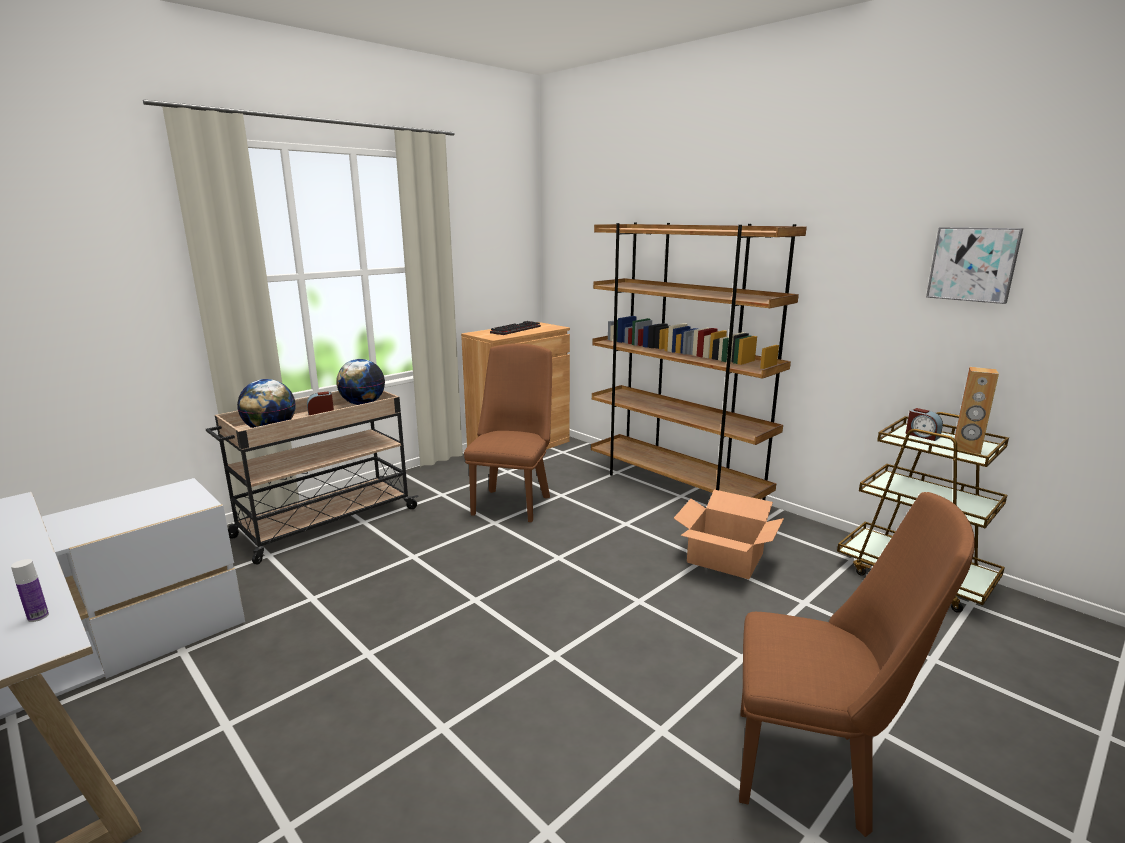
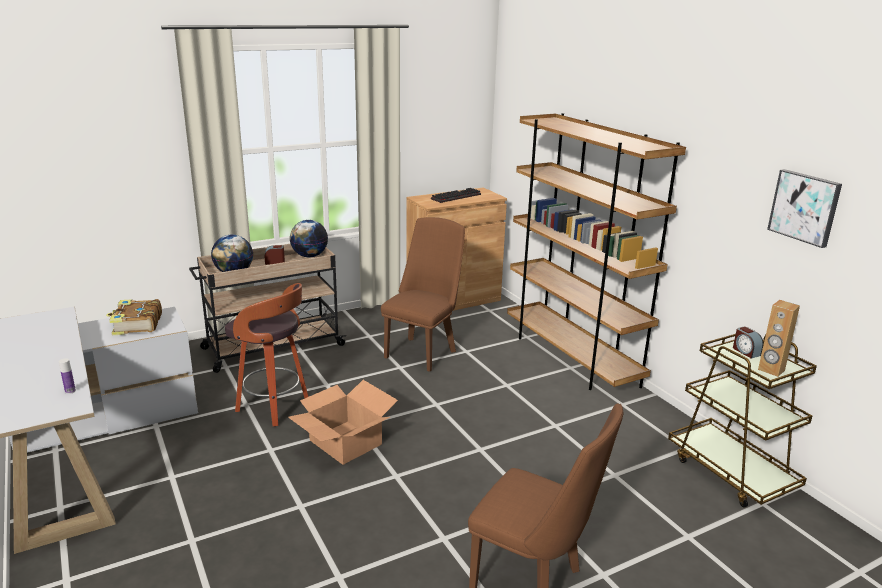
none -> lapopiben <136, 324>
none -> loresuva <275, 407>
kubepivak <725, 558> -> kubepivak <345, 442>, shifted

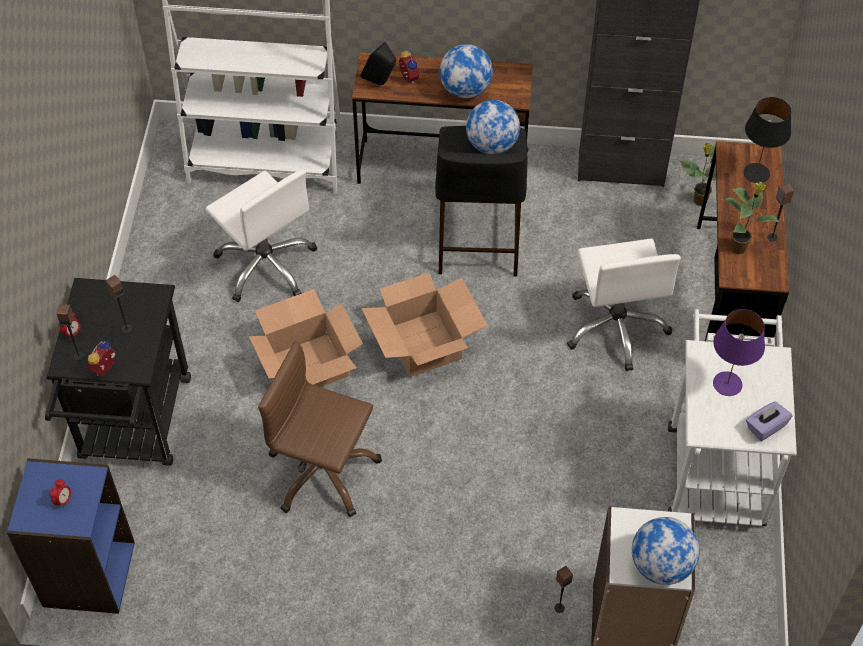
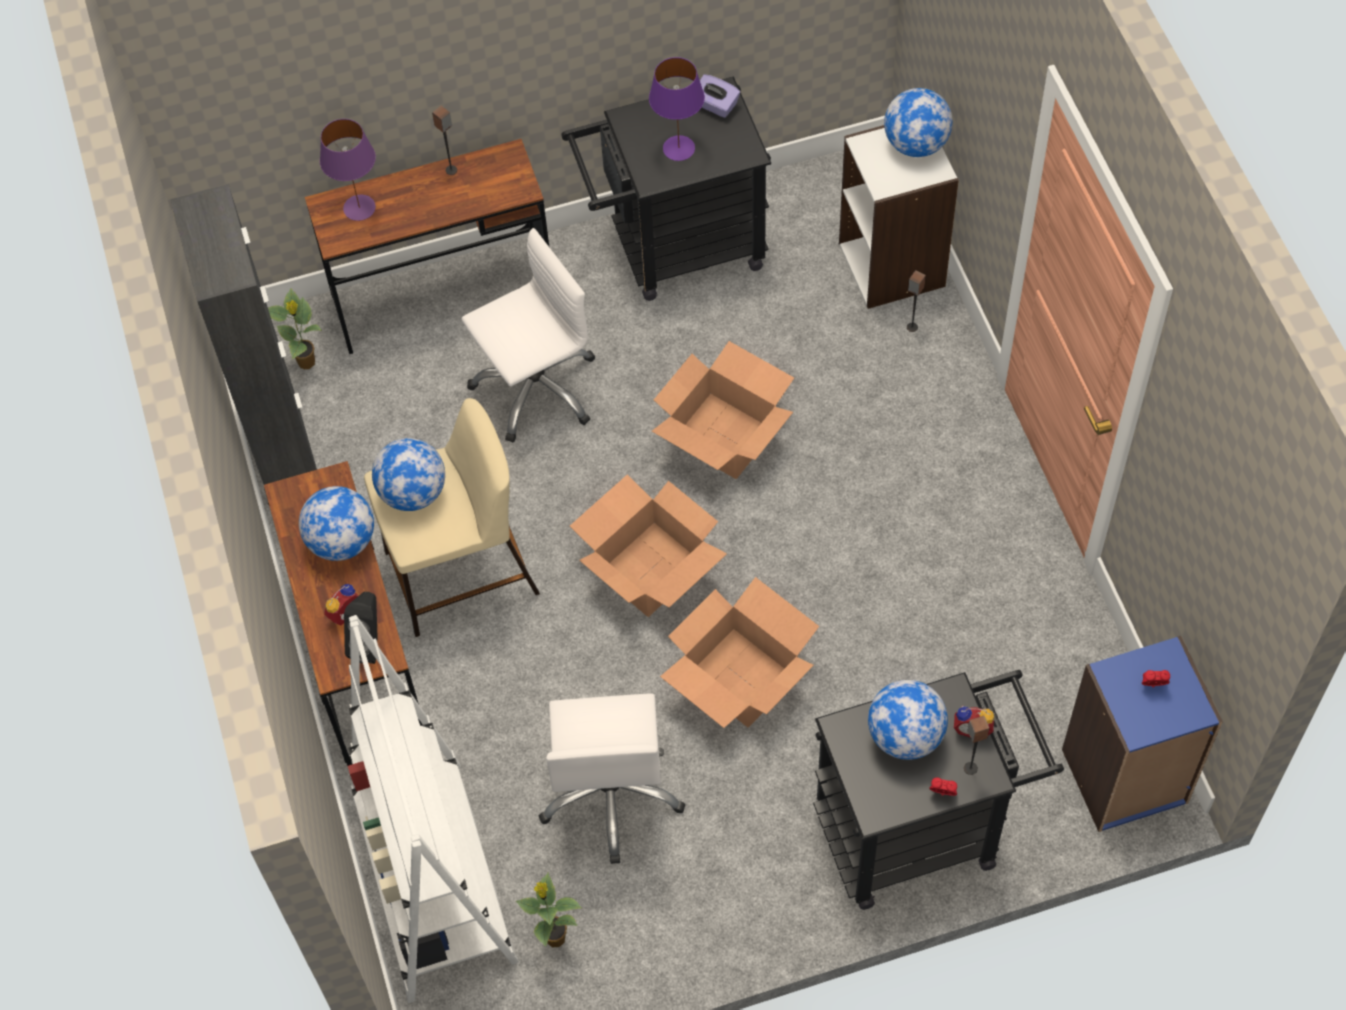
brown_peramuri <322, 472> -> none
none -> kubepivak <723, 435>
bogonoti <739, 247> -> bogonoti <554, 936>, shifted
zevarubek <126, 328> -> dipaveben <905, 736>
black_loresuva <478, 235> -> beige_loresuva <459, 574>
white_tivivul <715, 463> -> black_tivivul <674, 248>
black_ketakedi <757, 173> -> purple_ketakedi <359, 207>
white_peramuri <266, 264> -> white_peramuri <612, 794>, 150 degrees clockwise

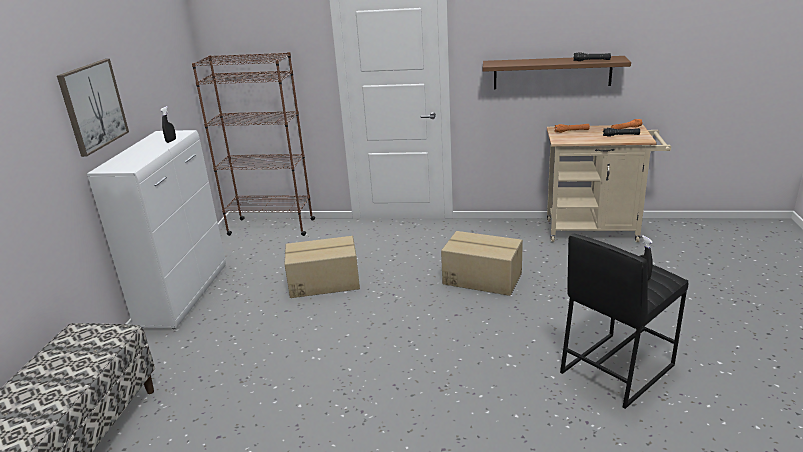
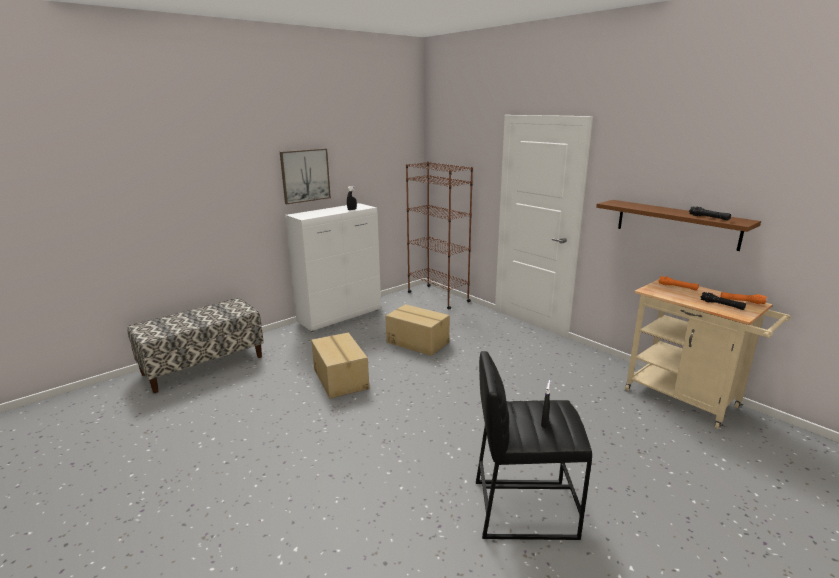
kubepivak <482, 278> -> kubepivak <341, 378>, shifted

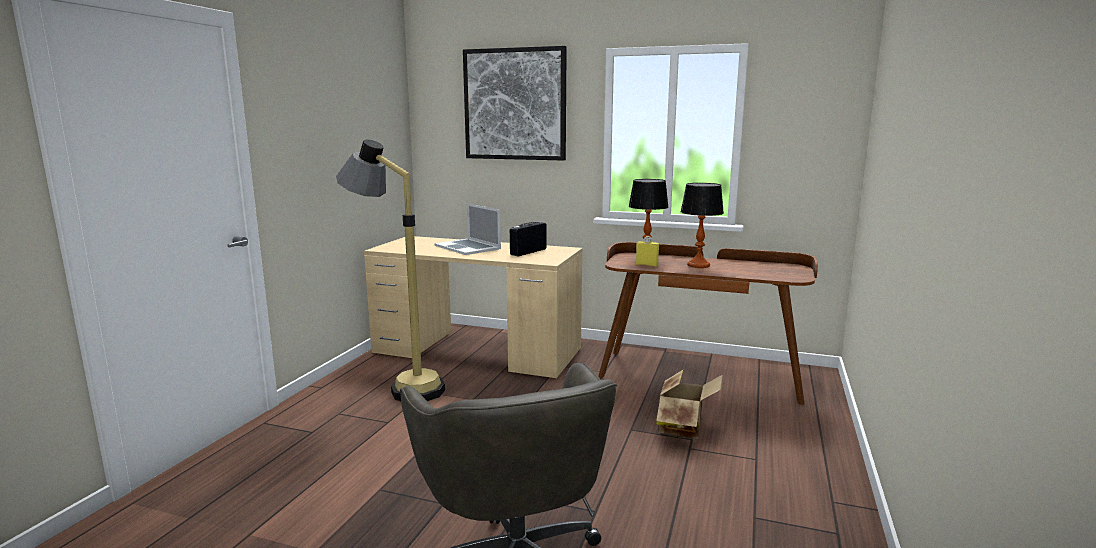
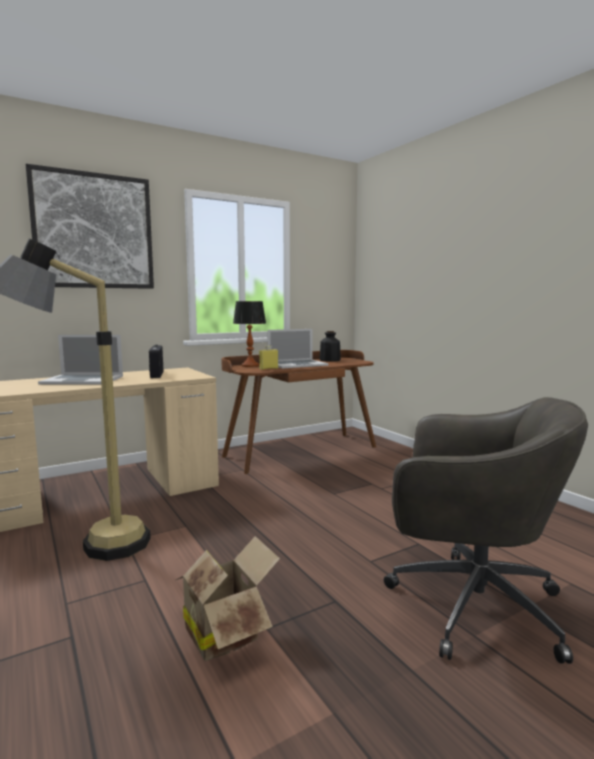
none -> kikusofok <329, 360>
kubepivak <684, 428> -> kubepivak <225, 632>, shifted
ketakedi <699, 265> -> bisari <297, 364>

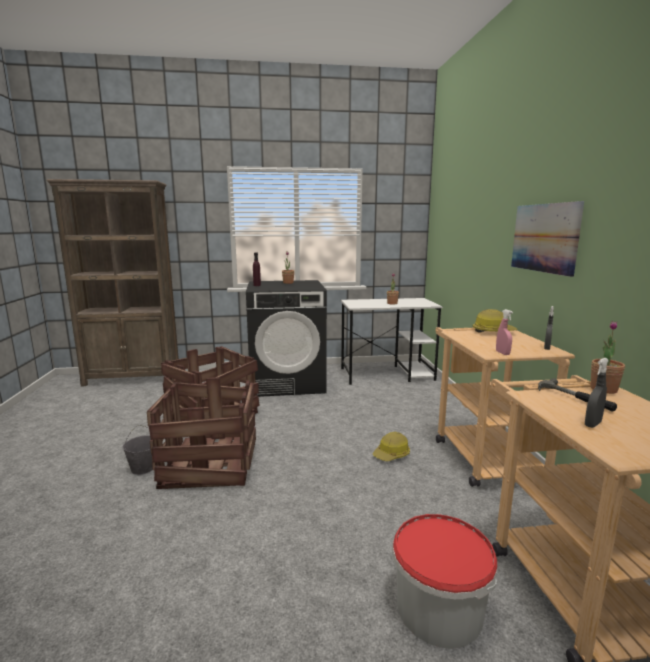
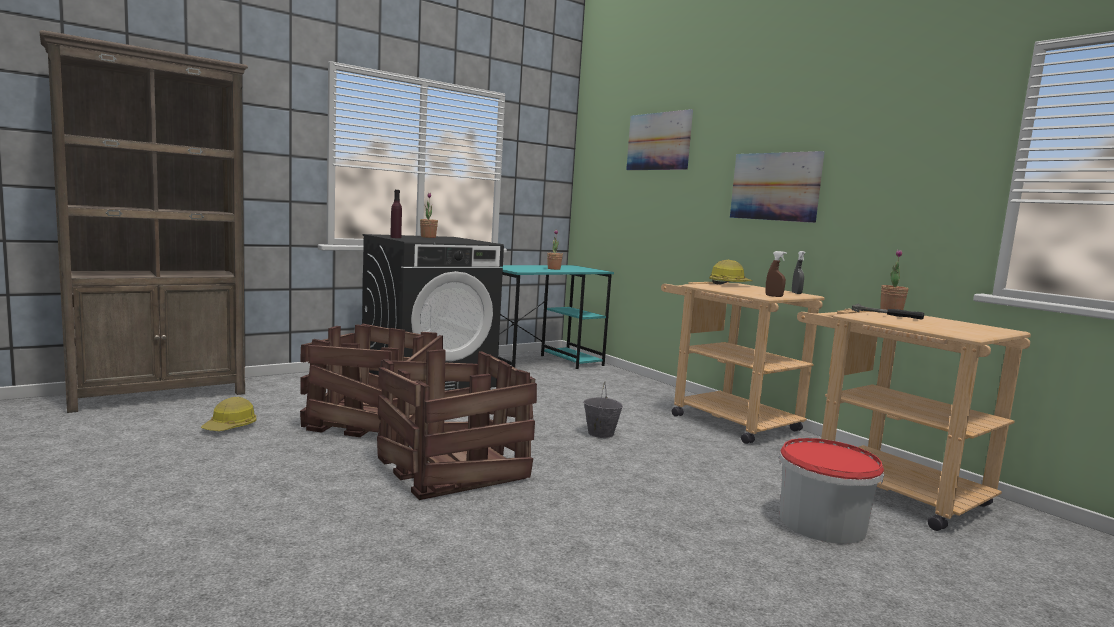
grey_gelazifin <592, 424> -> none
none -> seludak <658, 141>
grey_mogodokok <142, 468> -> grey_mogodokok <600, 434>, shifted
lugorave <392, 454> -> lugorave <231, 427>, shifted
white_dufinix <387, 374> -> turquoise_dufinix <543, 363>
pink_gelazifin <502, 353> -> brown_gelazifin <774, 296>

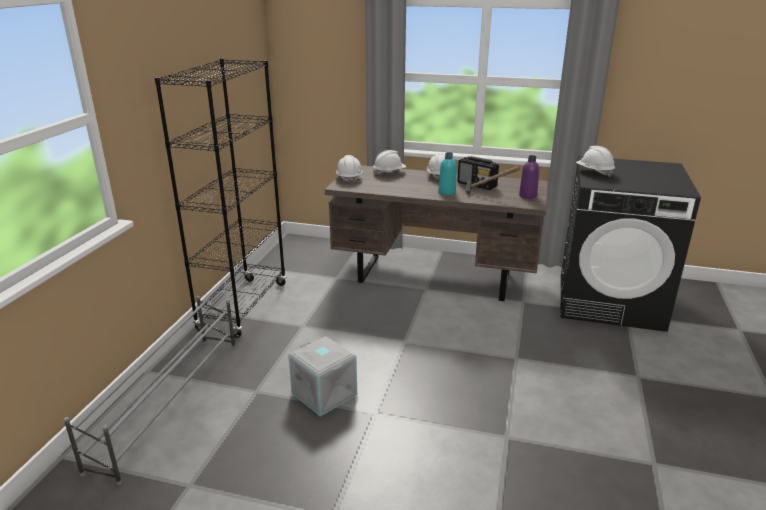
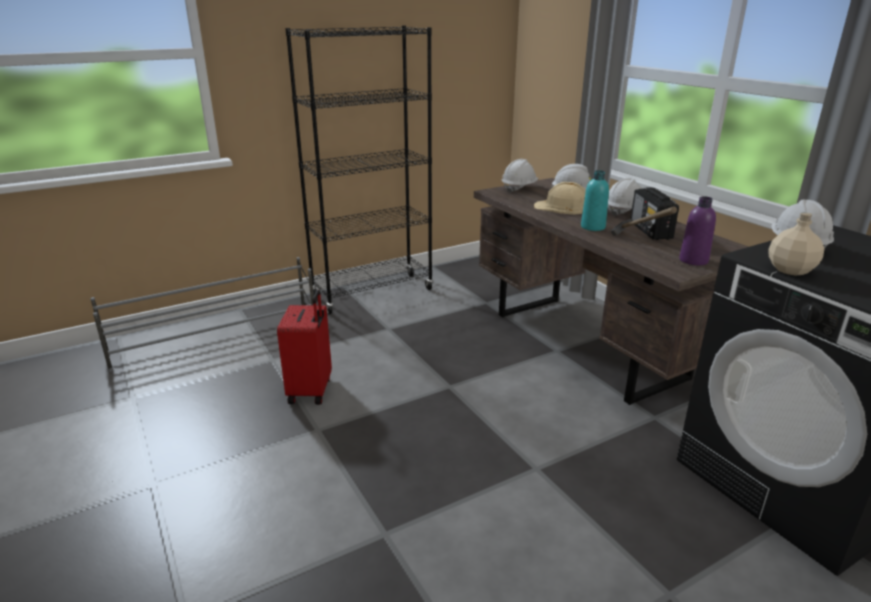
none -> beige_lugorave <563, 207>
none -> beige_kikusofok <790, 270>
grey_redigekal <325, 393> -> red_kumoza <311, 390>

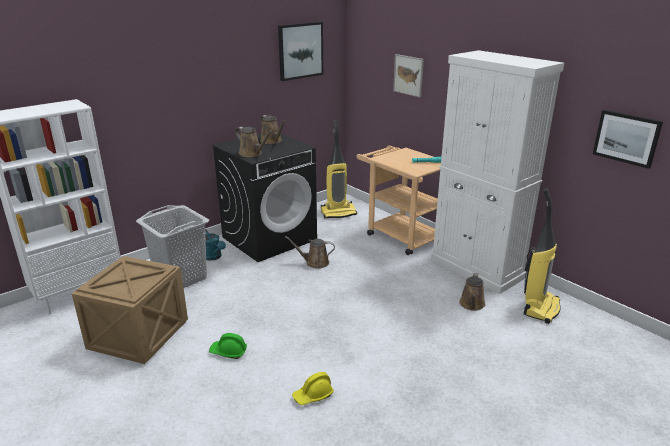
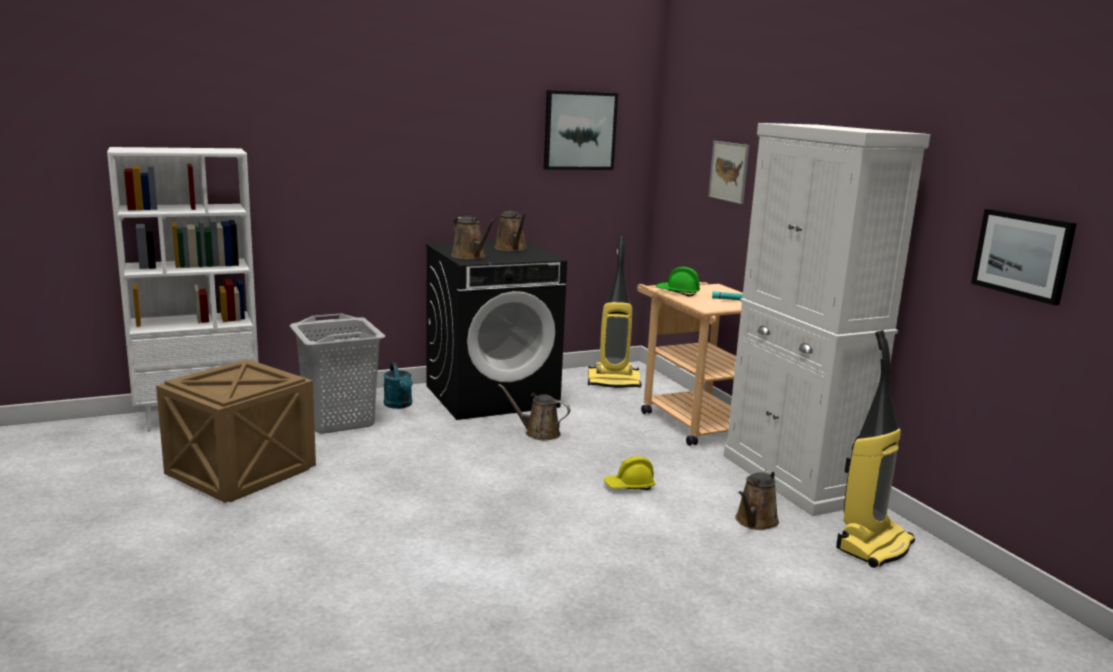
green_lugorave <228, 352> -> green_lugorave <677, 292>, shifted
yellow_lugorave <313, 395> -> yellow_lugorave <629, 486>, shifted

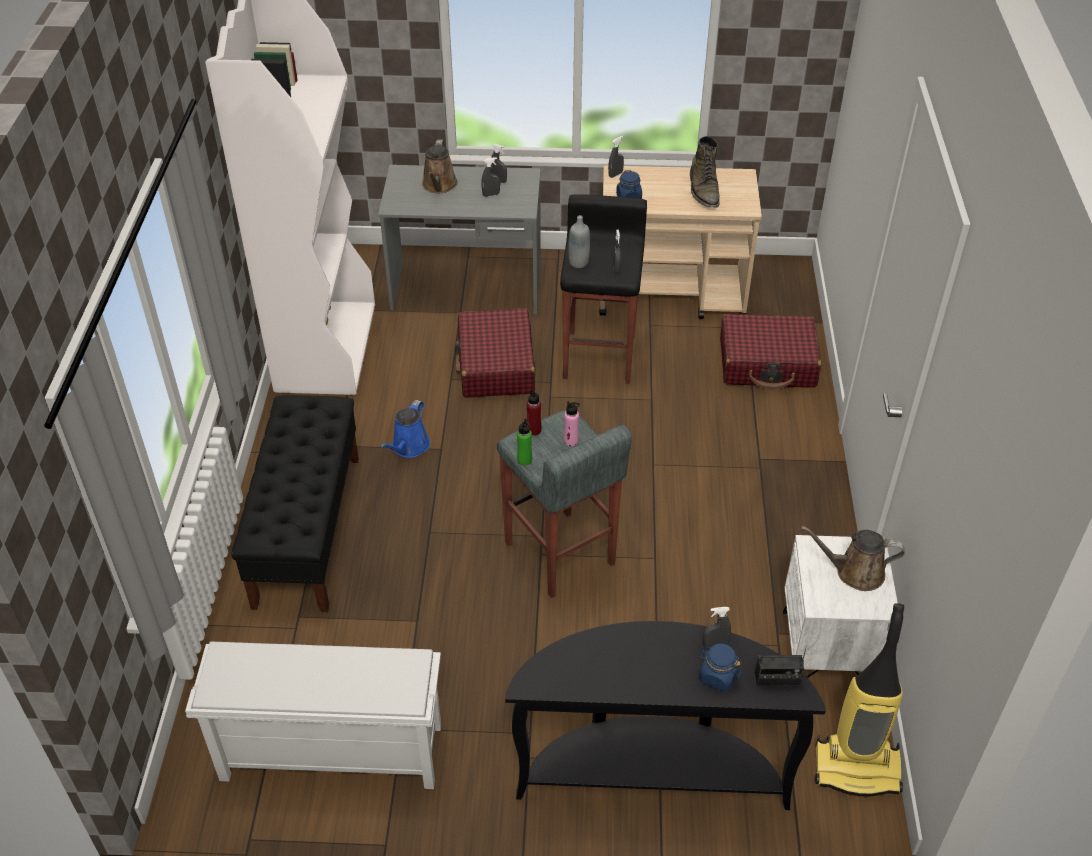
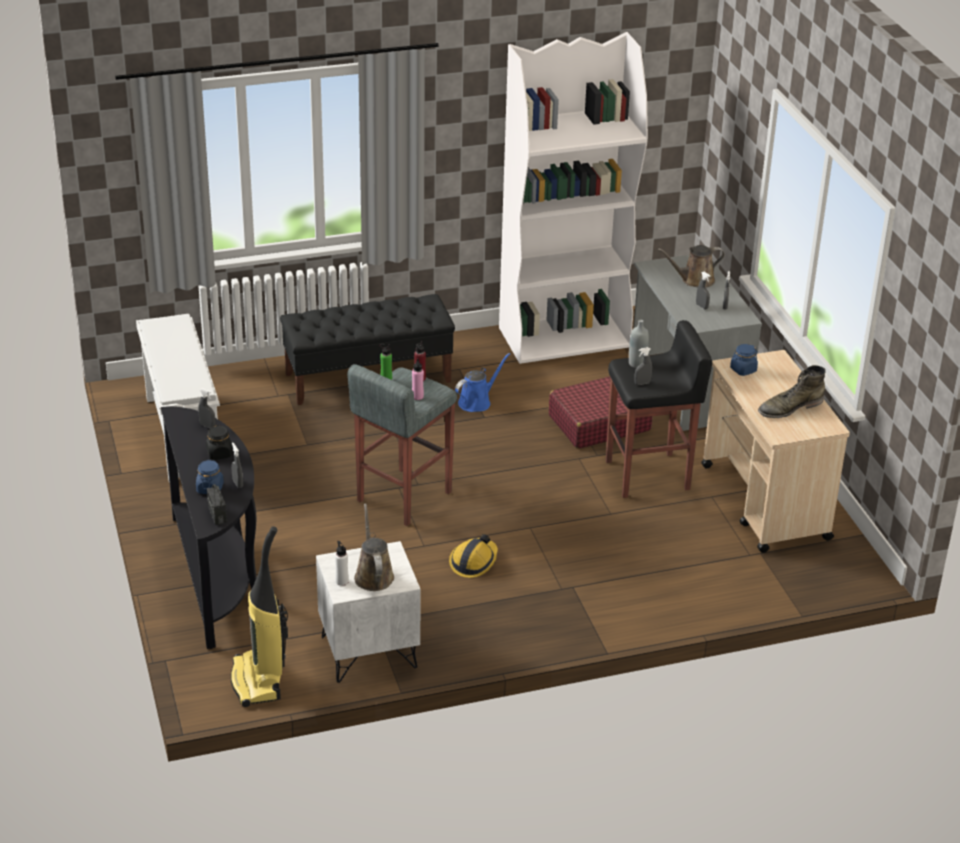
red_kumoza <767, 363> -> none
none -> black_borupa <219, 453>
none -> white_kikusofok <342, 581>
none -> lugorave <473, 562>
grey_gelazifin <615, 174> -> grey_gelazifin <207, 426>, shifted
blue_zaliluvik <409, 447> -> blue_zaliluvik <477, 402>, 135 degrees clockwise

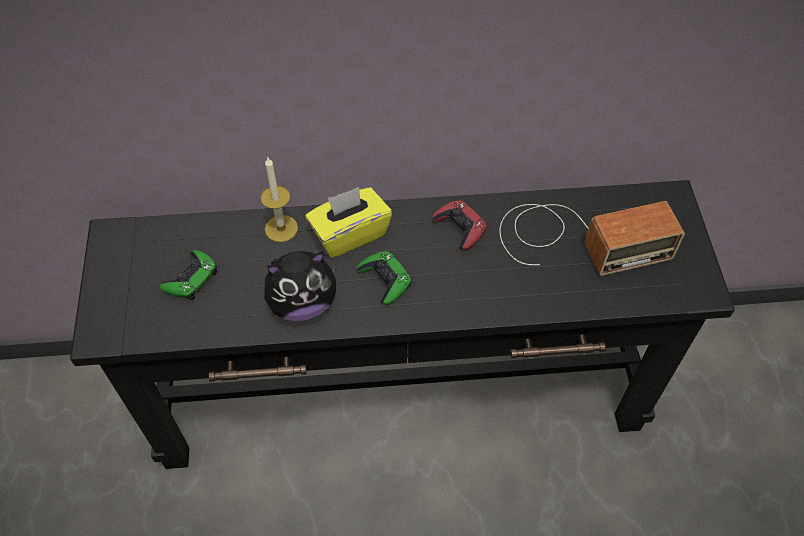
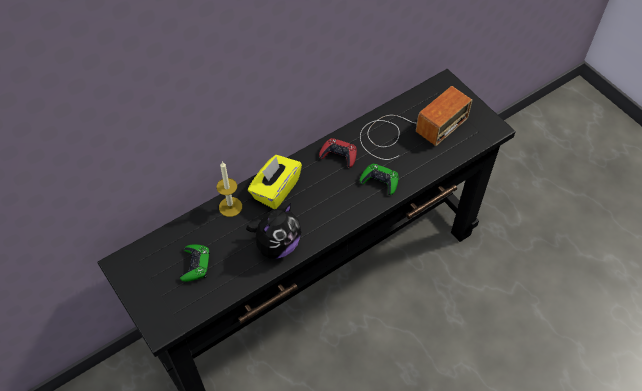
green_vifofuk <385, 280> -> green_vifofuk <380, 181>, shifted

